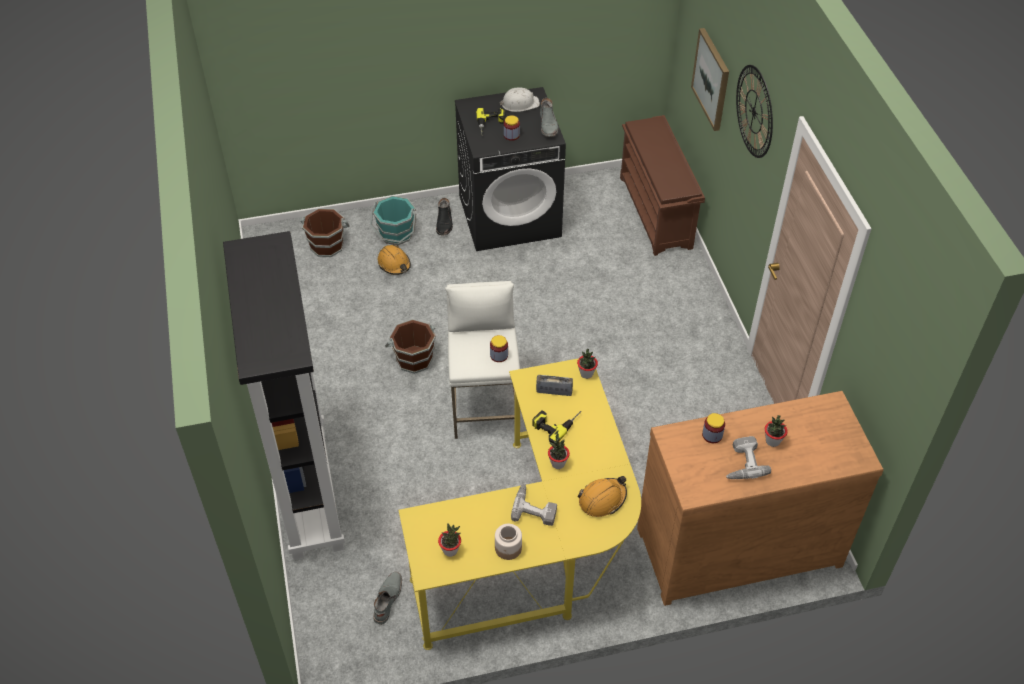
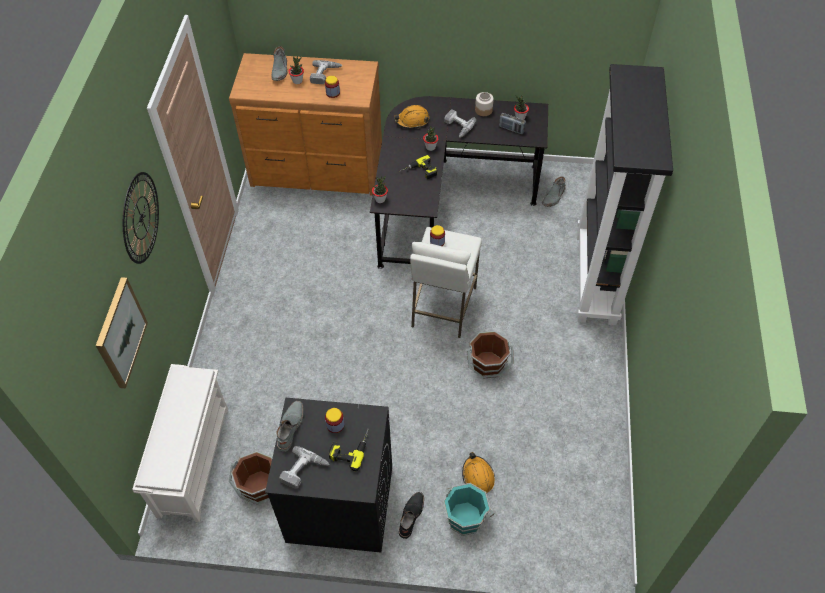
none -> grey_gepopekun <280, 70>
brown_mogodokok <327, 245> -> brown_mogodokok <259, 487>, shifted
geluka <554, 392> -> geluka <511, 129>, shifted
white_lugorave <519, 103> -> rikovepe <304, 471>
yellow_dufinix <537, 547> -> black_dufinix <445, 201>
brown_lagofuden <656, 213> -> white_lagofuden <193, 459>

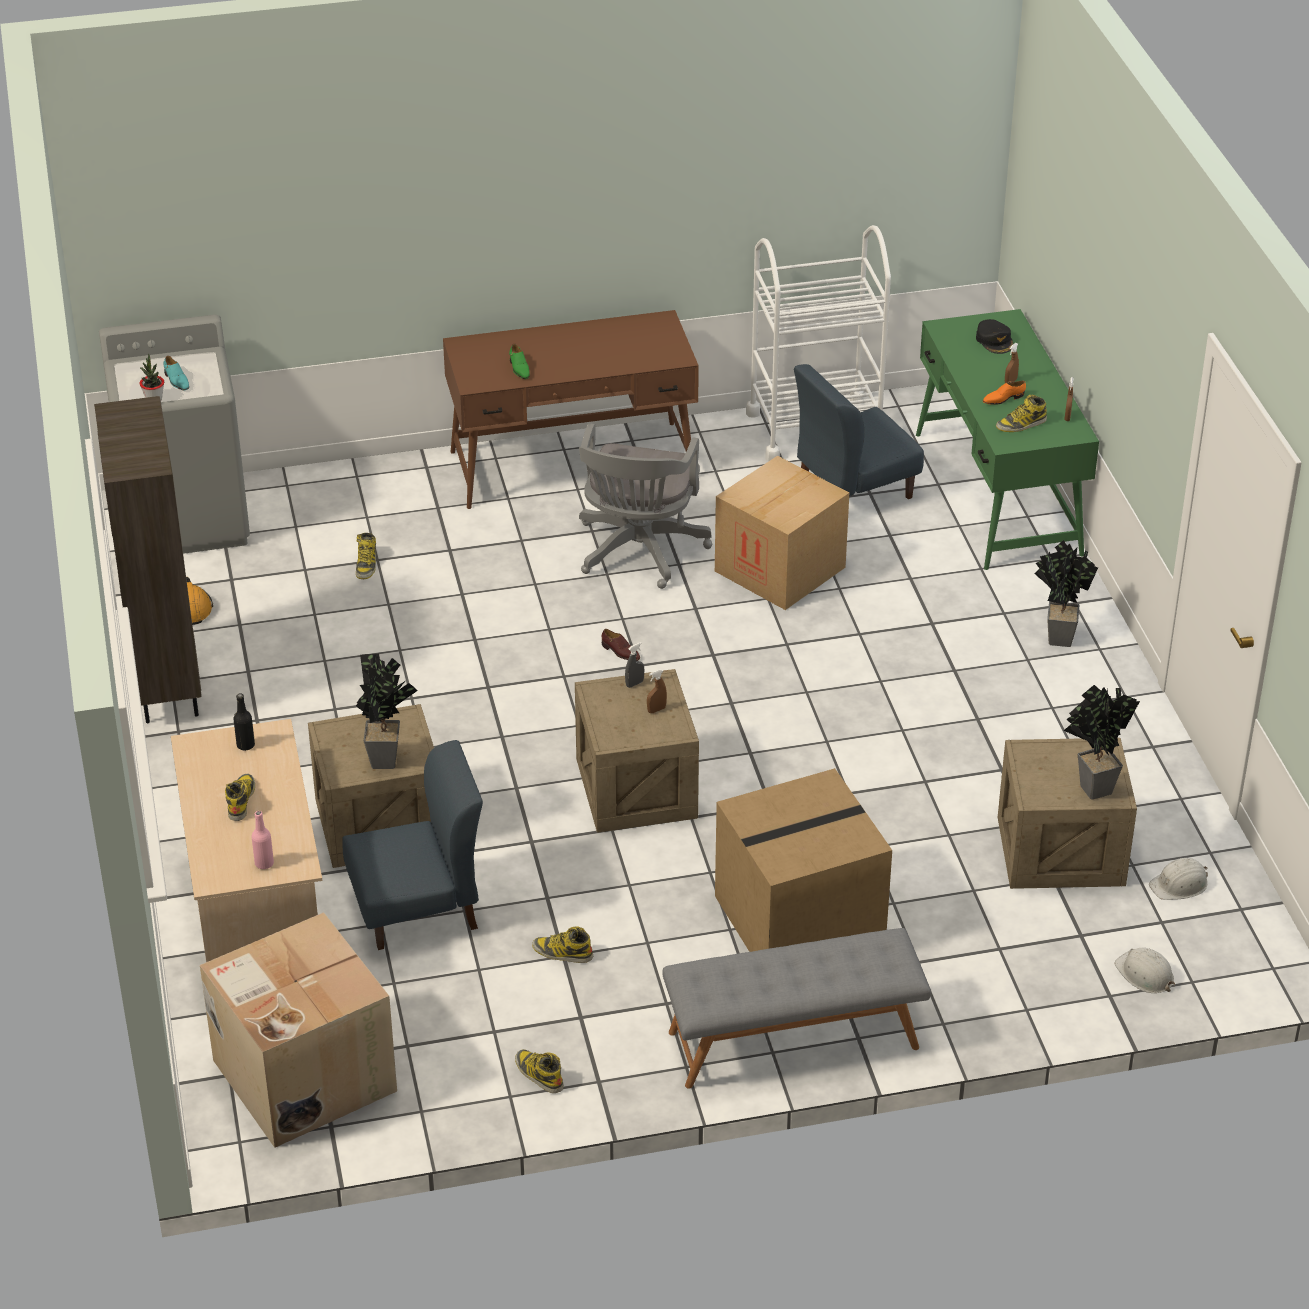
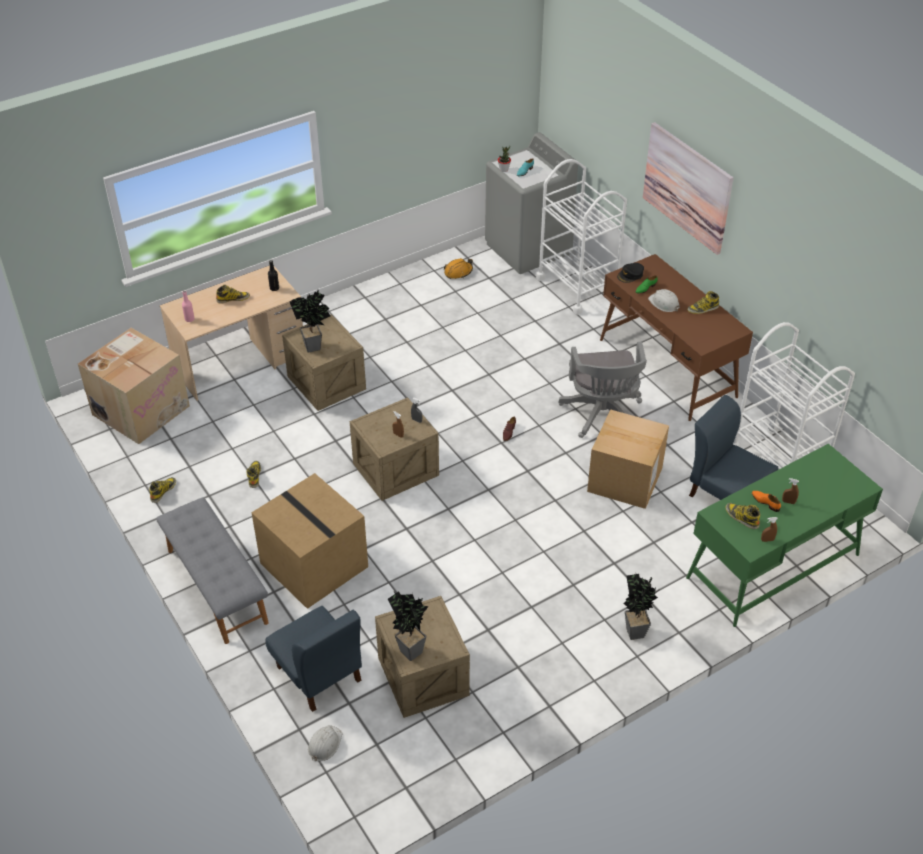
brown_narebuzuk <165, 685> -> none
none -> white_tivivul <577, 287>
none -> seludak <687, 187>
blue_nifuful <417, 909> -> blue_nifuful <319, 674>, shifted
gepopekun <366, 564> -> gepopekun <703, 309>, shifted
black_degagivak <995, 341> -> black_degagivak <630, 275>, shifted
white_lugorave <1179, 884> -> white_lugorave <664, 303>, shifted
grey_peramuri <638, 553> -> grey_peramuri <602, 416>, 90 degrees counterclockwise

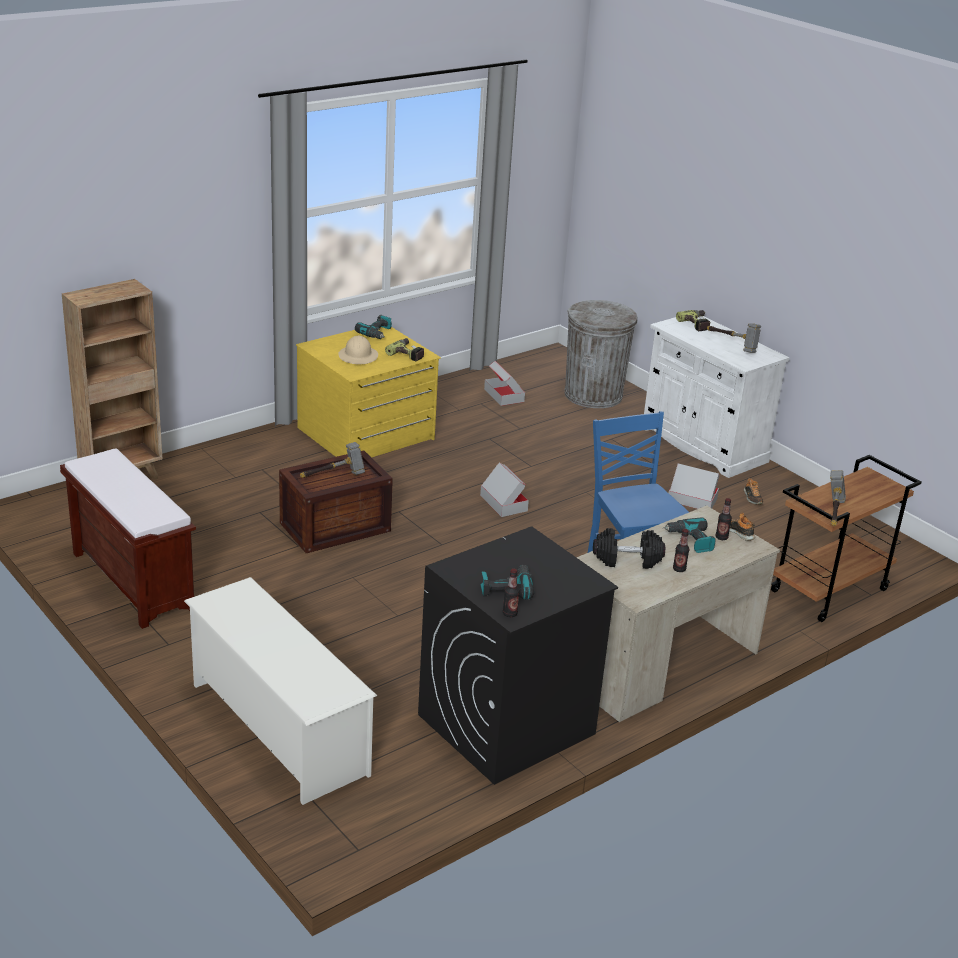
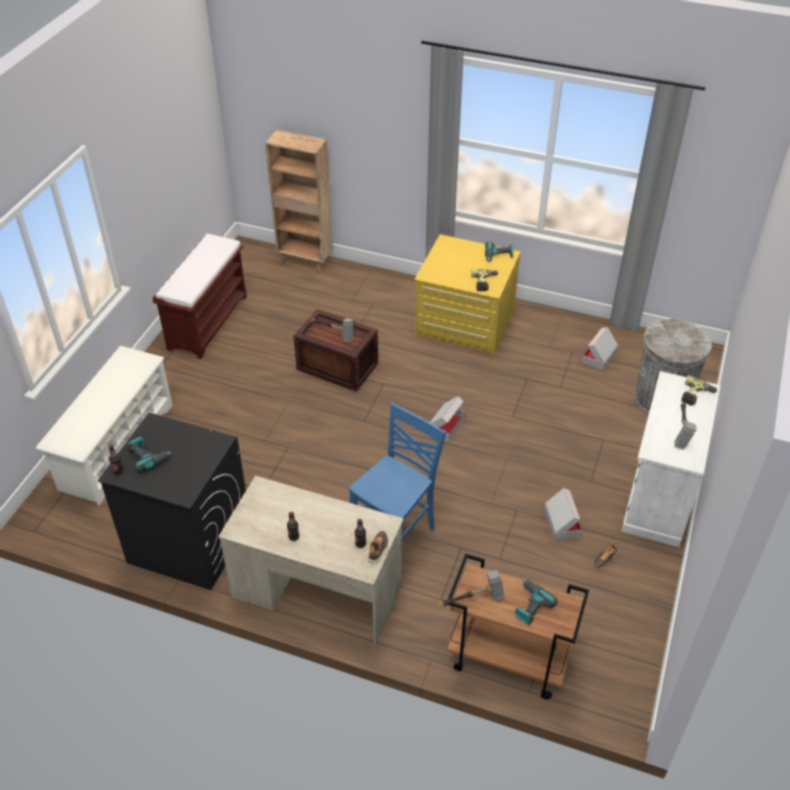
beige_lugorave <358, 356> -> none
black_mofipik <627, 560> -> none
rikovepe <690, 540> -> rikovepe <530, 605>, shifted

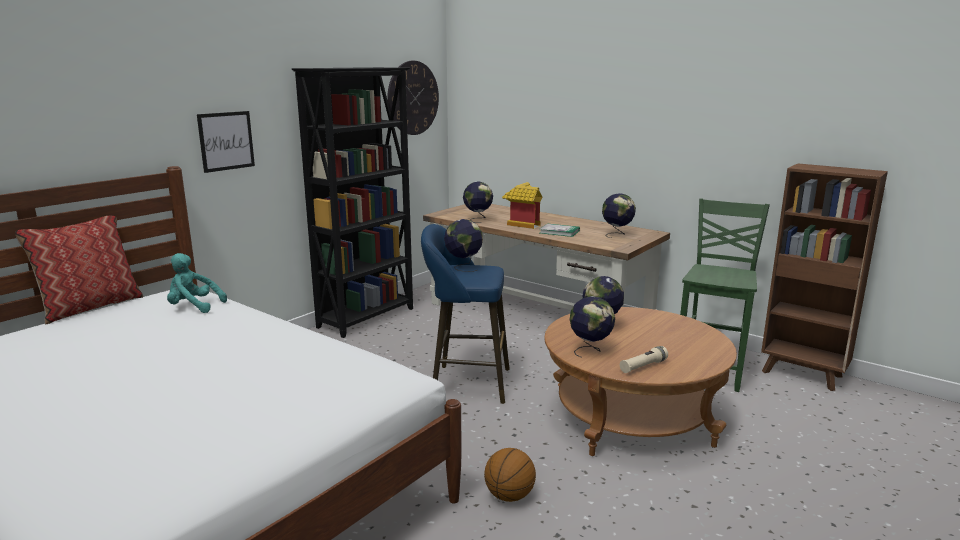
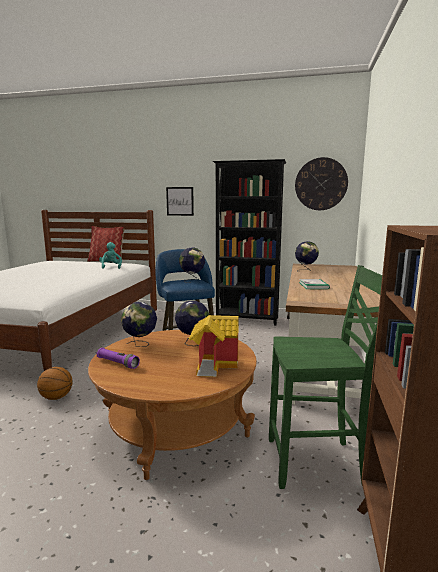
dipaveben <617, 235> -> none
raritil <521, 224> -> raritil <215, 365>, shifted
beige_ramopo <643, 366> -> purple_ramopo <118, 363>

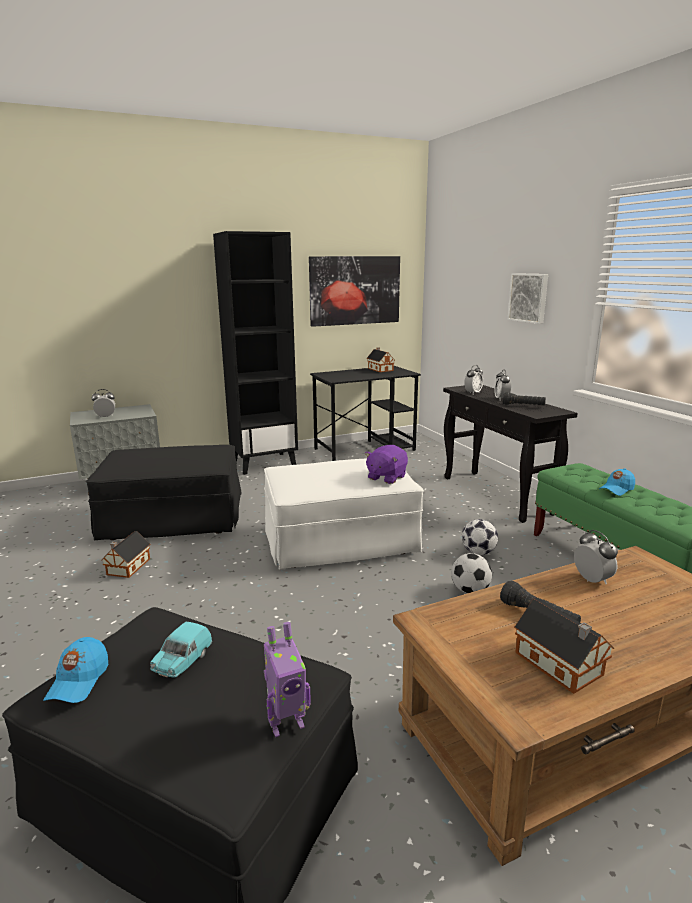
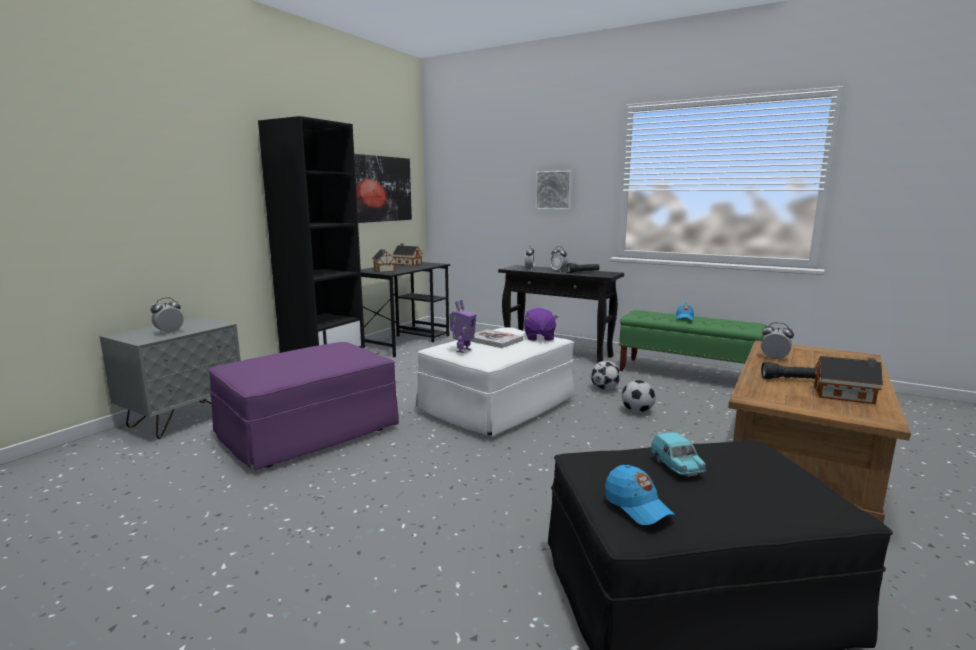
none -> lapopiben <494, 340>
raritil <127, 567> -> raritil <384, 270>, shifted
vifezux <286, 723> -> vifezux <462, 350>, shifted
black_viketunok <173, 518> -> purple_viketunok <308, 432>

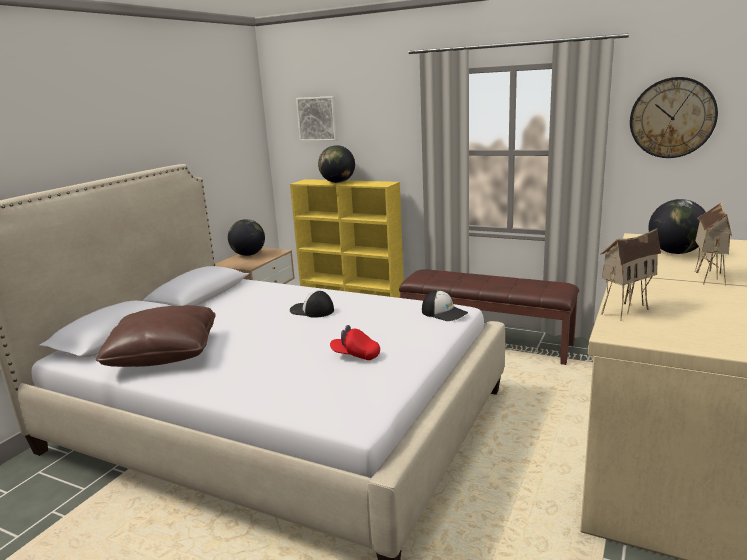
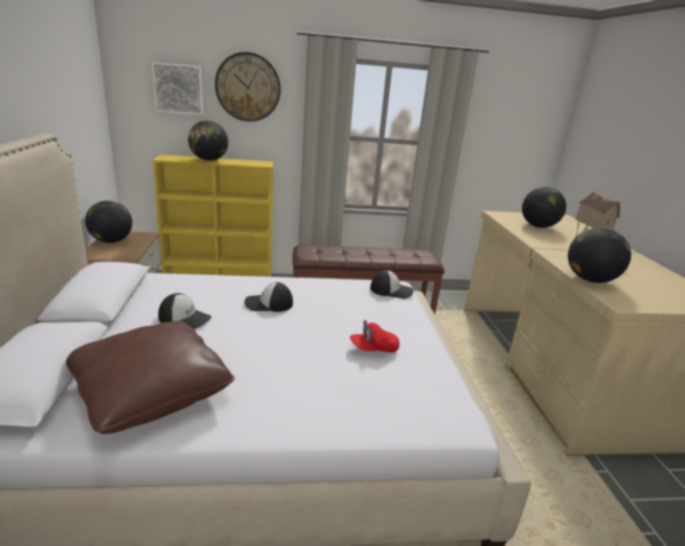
none -> degagivak <185, 318>
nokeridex <672, 118> -> nokeridex <248, 87>, shifted
raritil <624, 309> -> dipaveben <590, 280>

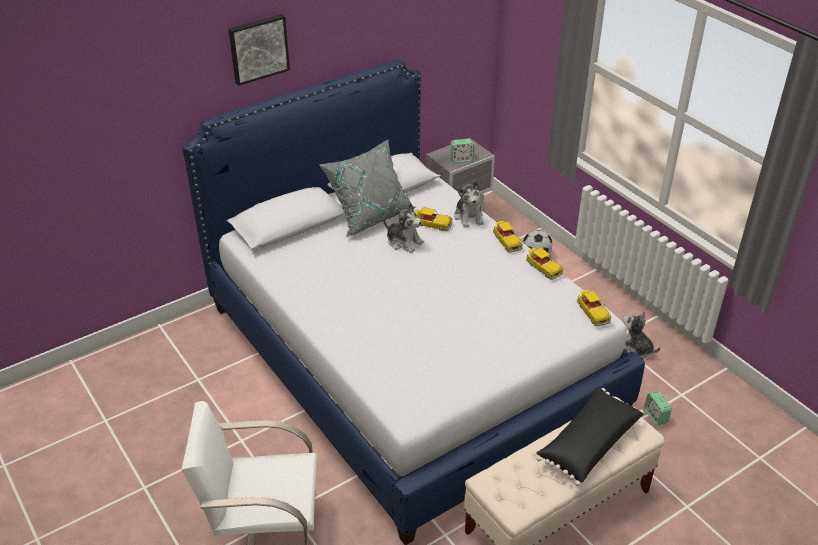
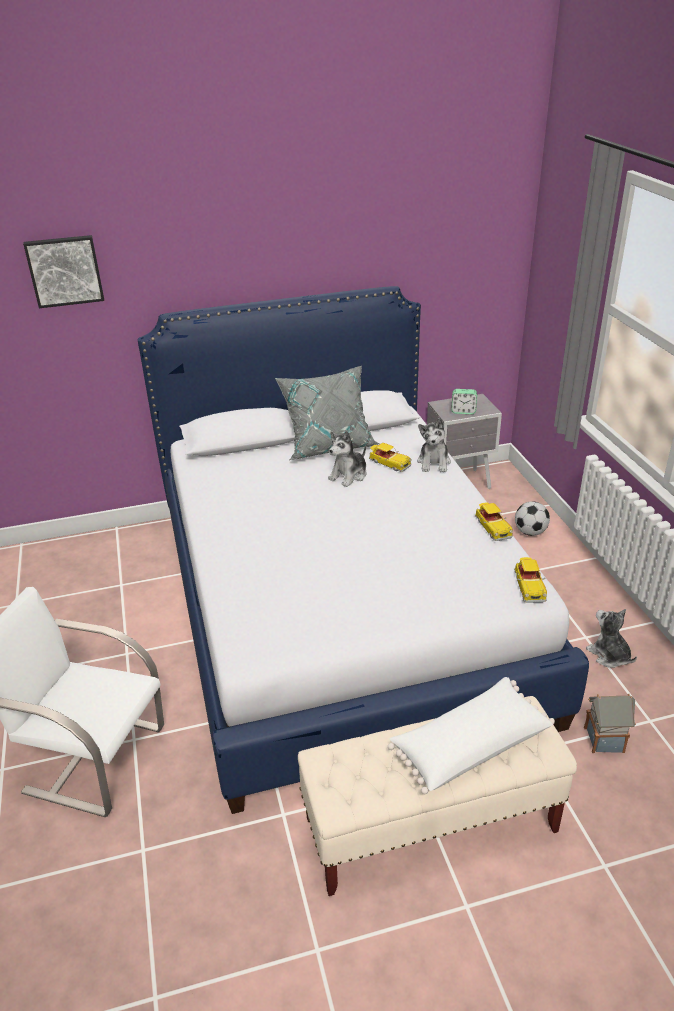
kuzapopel <506, 241> -> none
seludak <258, 48> -> seludak <65, 270>, shifted
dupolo <655, 416> -> raritil <605, 739>
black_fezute <587, 443> -> white_fezute <469, 745>
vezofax <404, 242> -> vezofax <349, 475>, 75 degrees clockwise

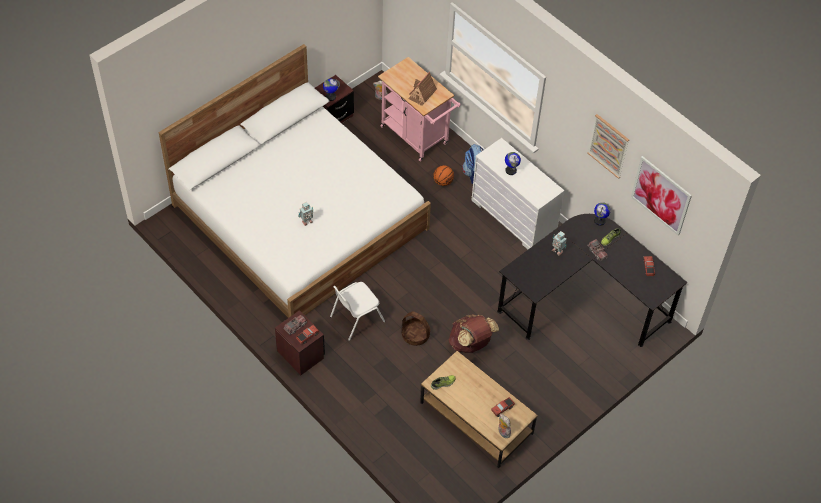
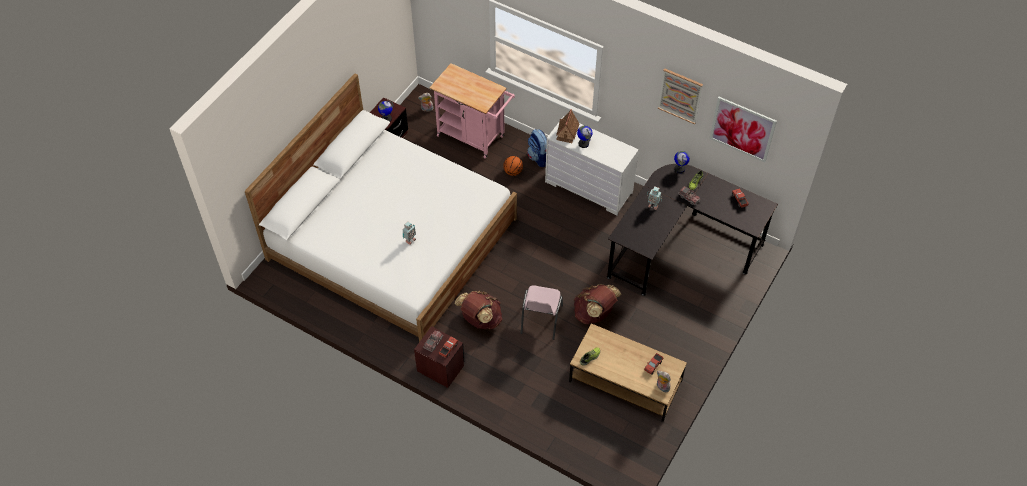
raritil <422, 94> -> raritil <567, 132>, shifted
white_nifuful <356, 319> -> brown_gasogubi <480, 320>
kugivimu <415, 335> -> pink_nifuful <540, 320>

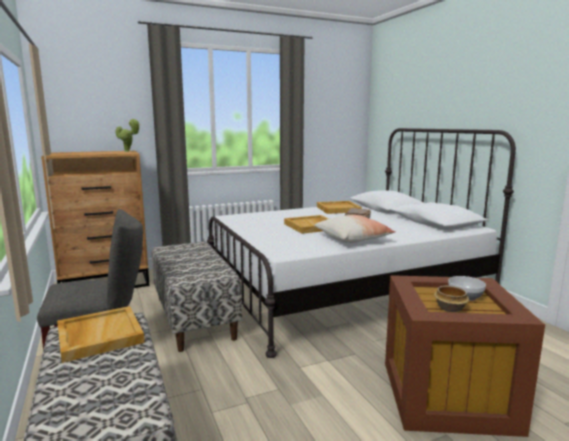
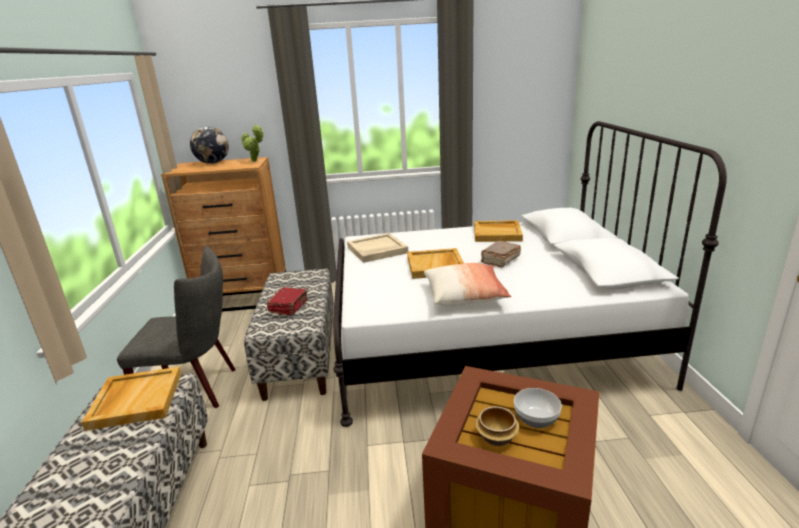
none -> dipaveben <213, 163>
none -> red_lapopiben <289, 307>
none -> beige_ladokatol <377, 250>

